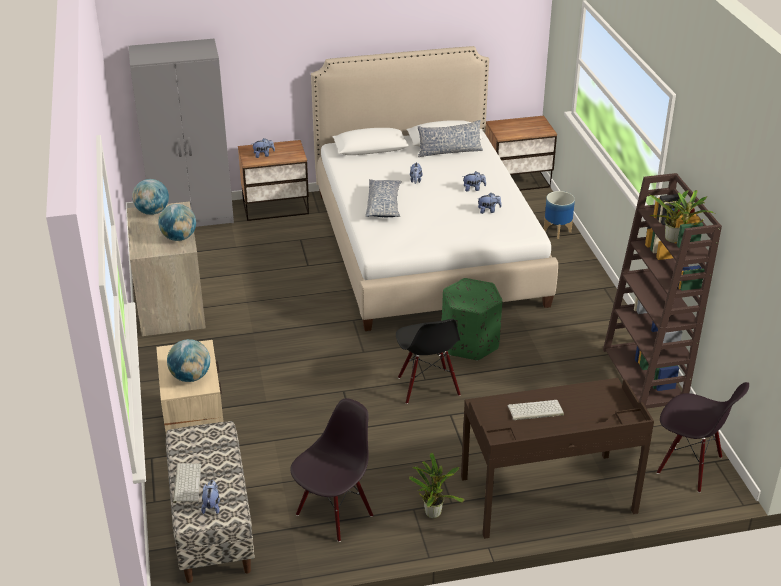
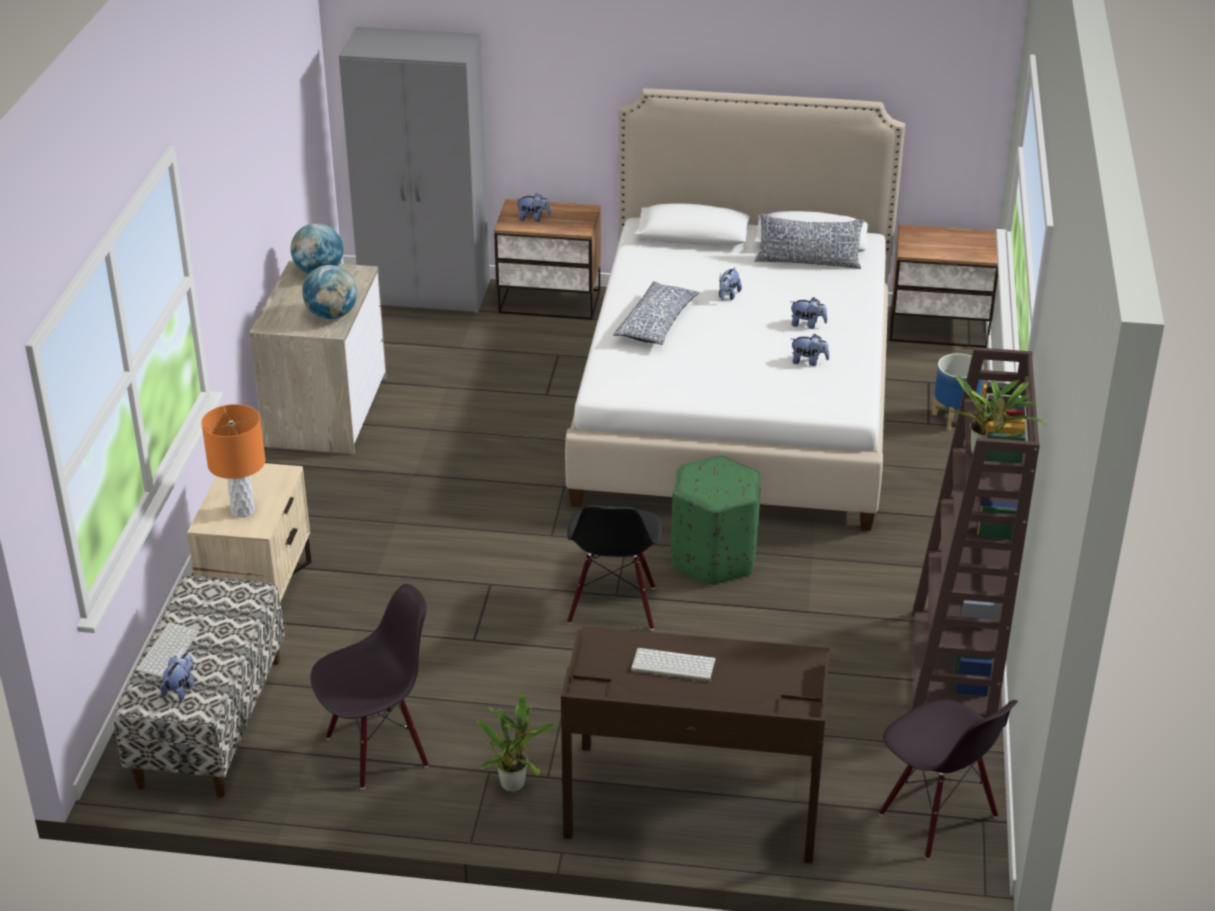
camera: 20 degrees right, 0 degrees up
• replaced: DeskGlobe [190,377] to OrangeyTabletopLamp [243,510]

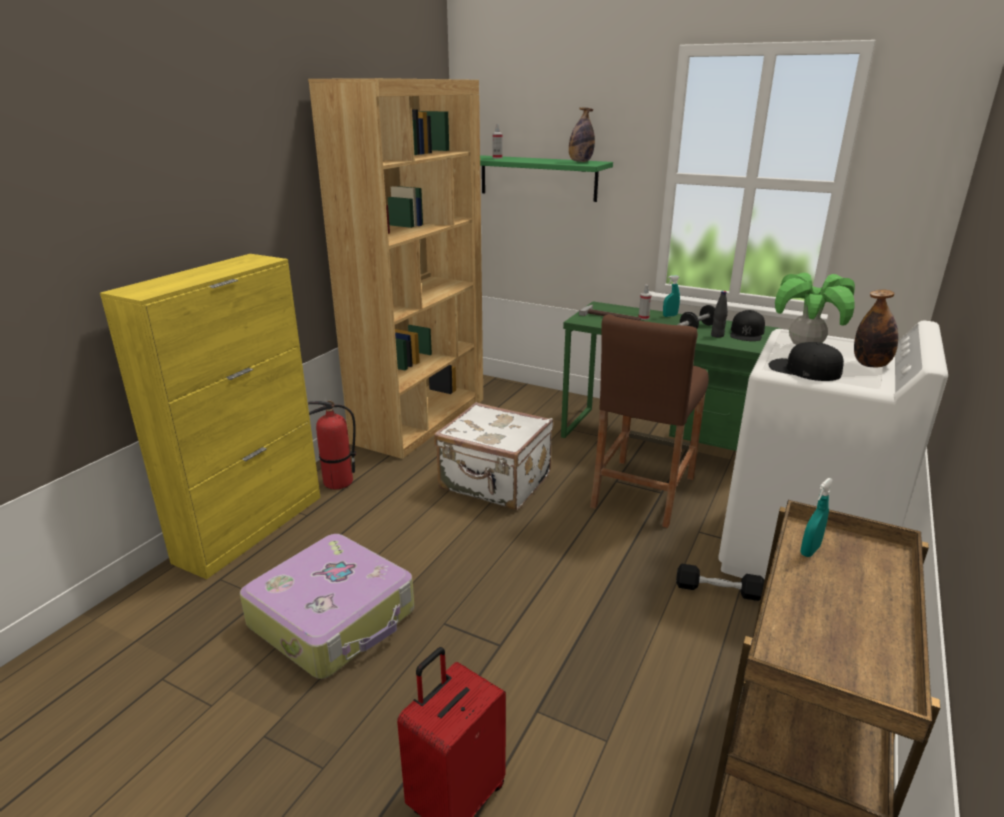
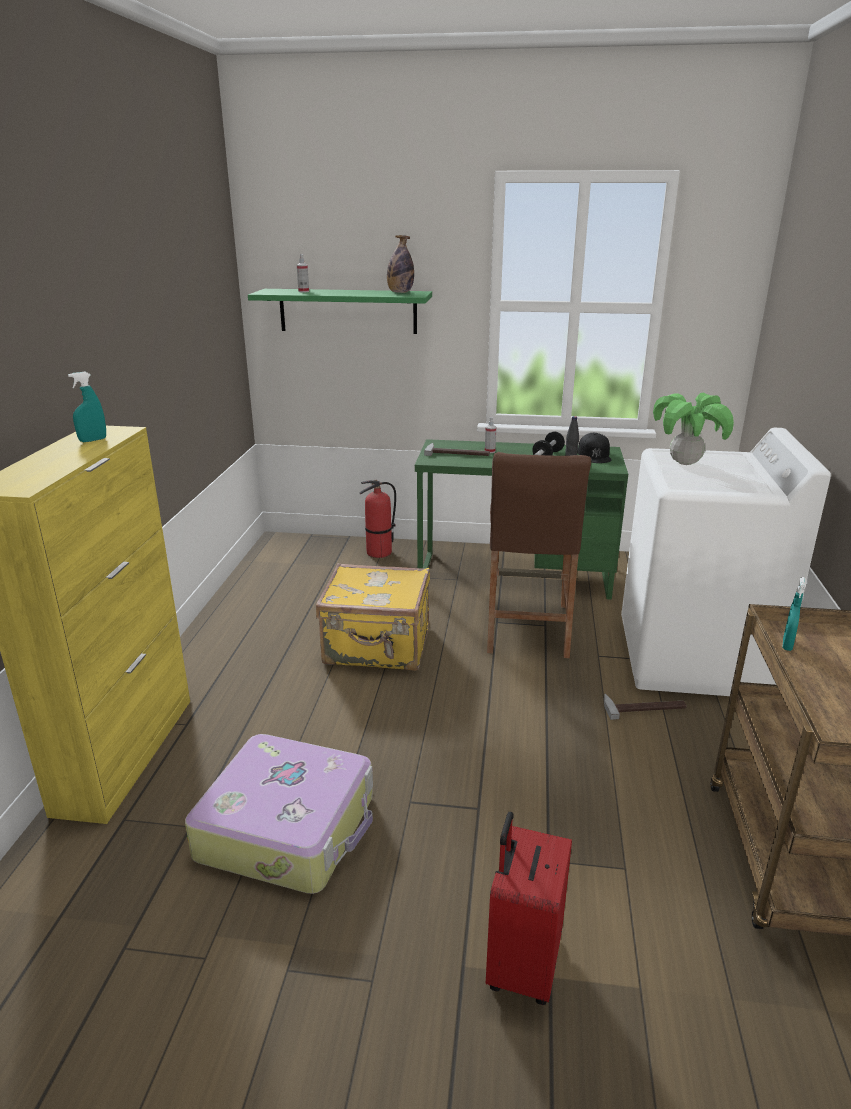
camera: 20 degrees left, 0 degrees up
• removed: BrownBookcase [420,420]
• moved: FireFightingCylinder [338,482] to [379,553]
• recoloured: WhiteColouredPieceOfLuggage [495,483] to YellowPieceOfLuggage [377,647]
• moved: TurquoiseColouredSprayer [670,316] to [93,440]
• replaced: BlackColouredHandWeight [718,590] to Hammer [644,706]
• removed: BlackColouredPeakedCap [804,370]
• removed: DrinkBottle [870,365]

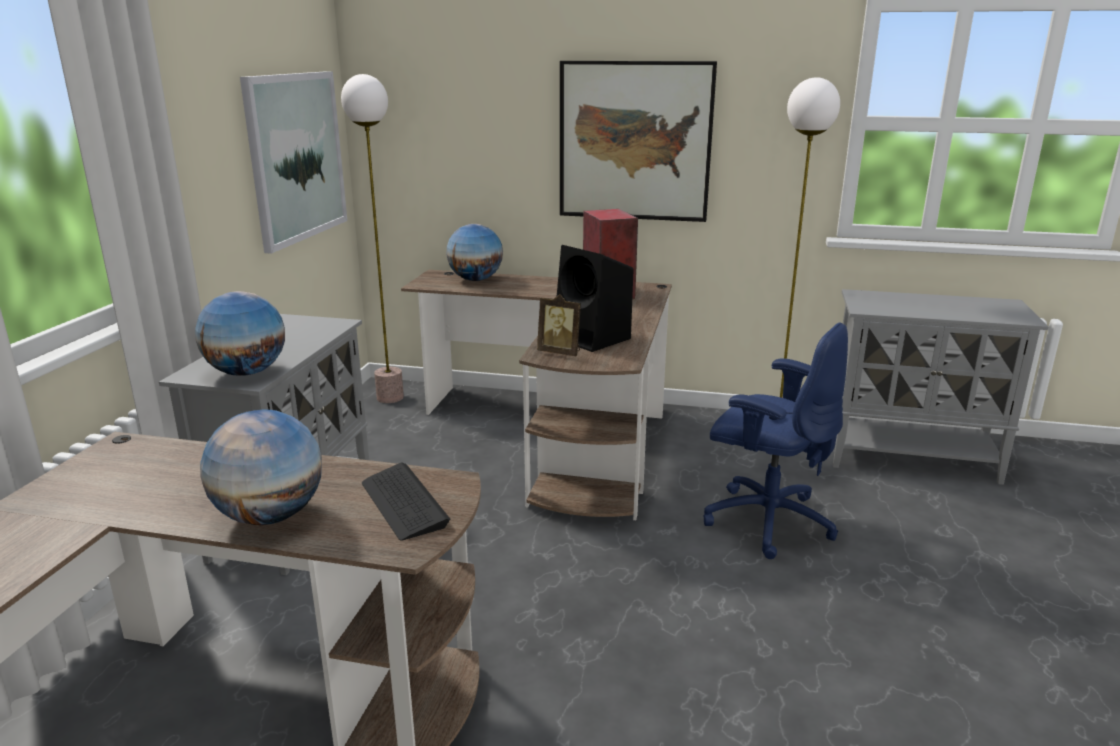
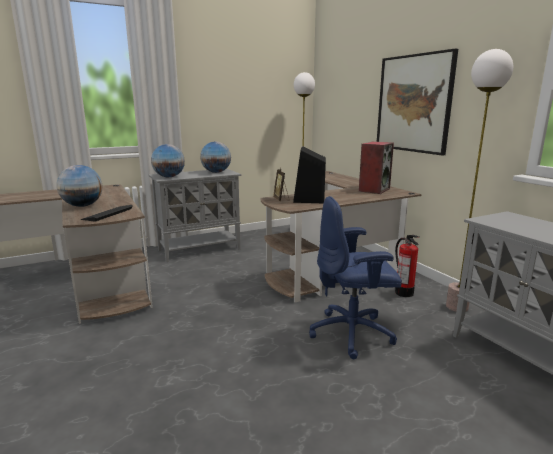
camera: 50 degrees right, 5 degrees down
• removed: Picture [296,157]
• moved: DeskGlobe [475,280] to [216,172]
• turned: BlueComputerChair [766,520] = [353,333] 90 degrees clockwise
• added: FireFightingCylinder [404,292]

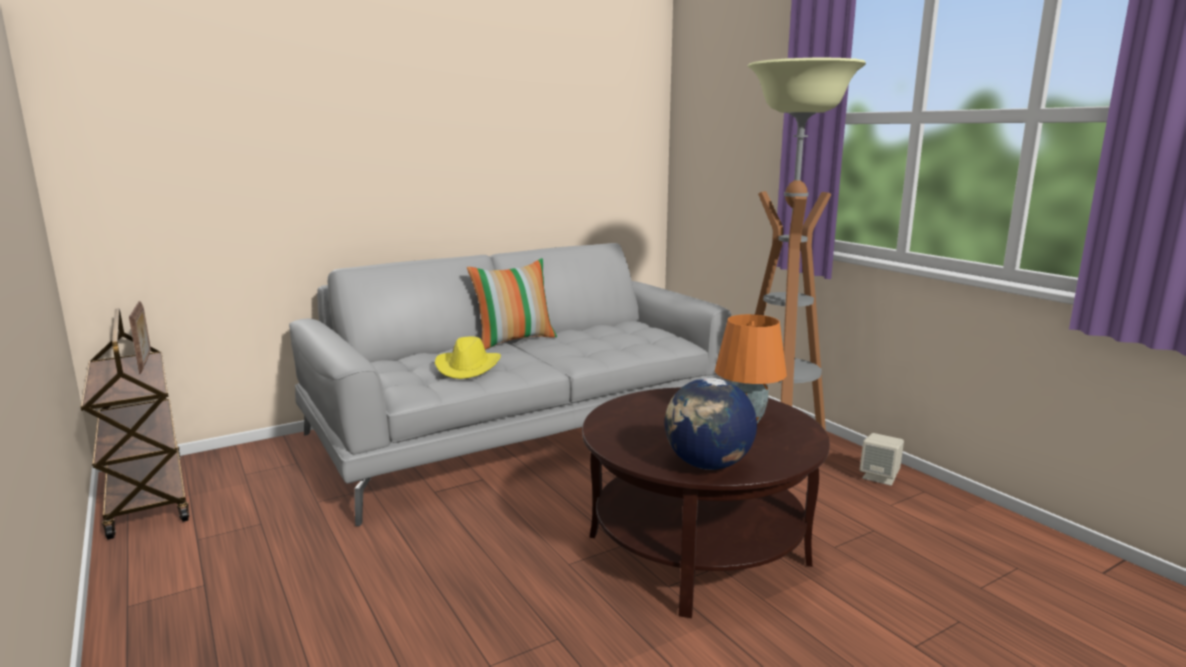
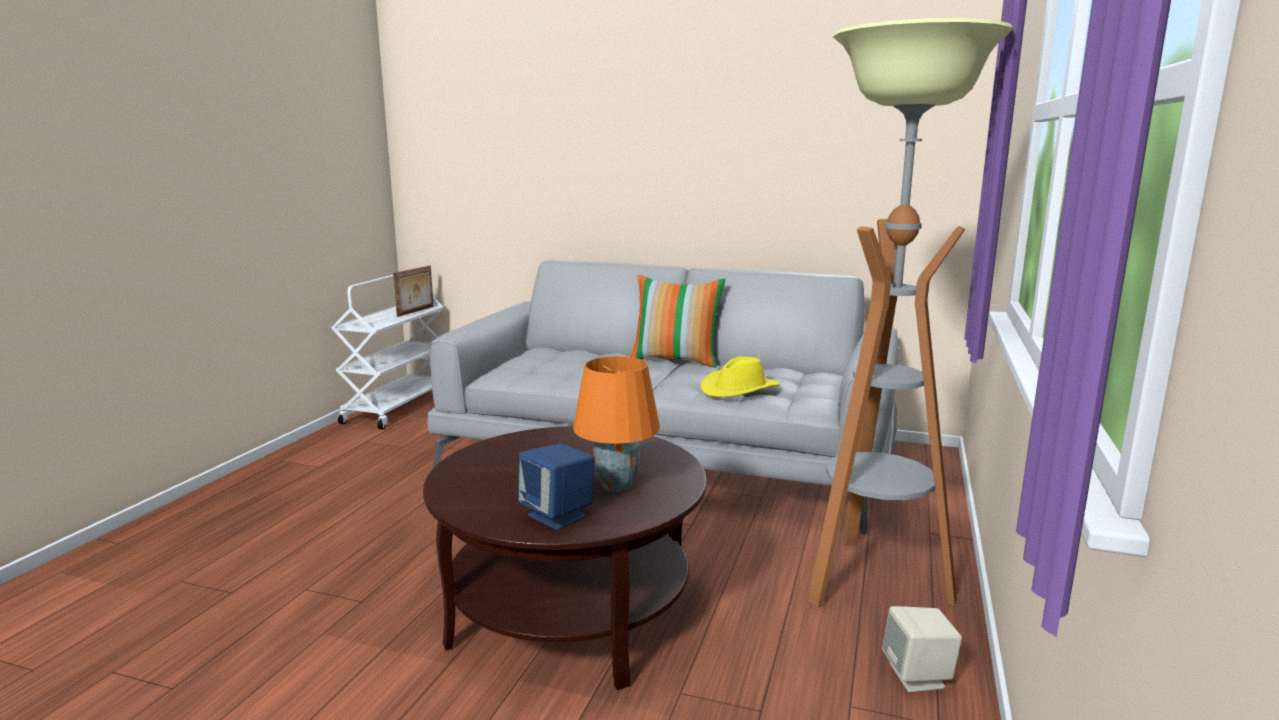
camera: 50 degrees right, 0 degrees up
• recoloured: BrownCart [145,495] to WhiteColouredCart [397,407]
• moved: YellowWearableHat [468,367] to [739,389]
• removed: DeskGlobe [708,465]
• added: BlueLoudspeaker [558,515]

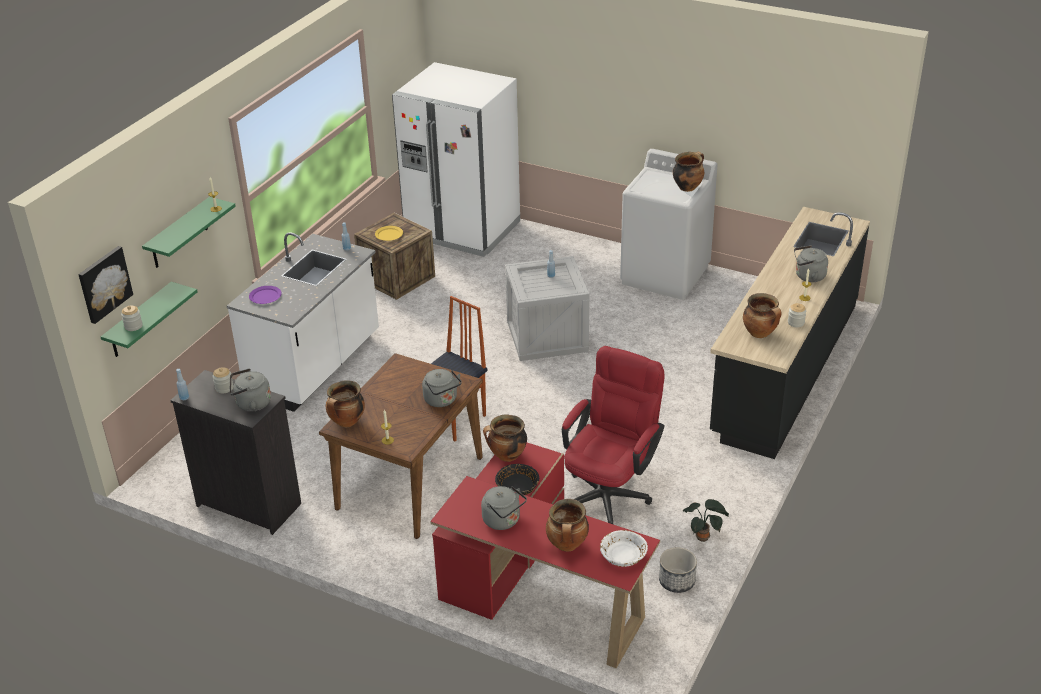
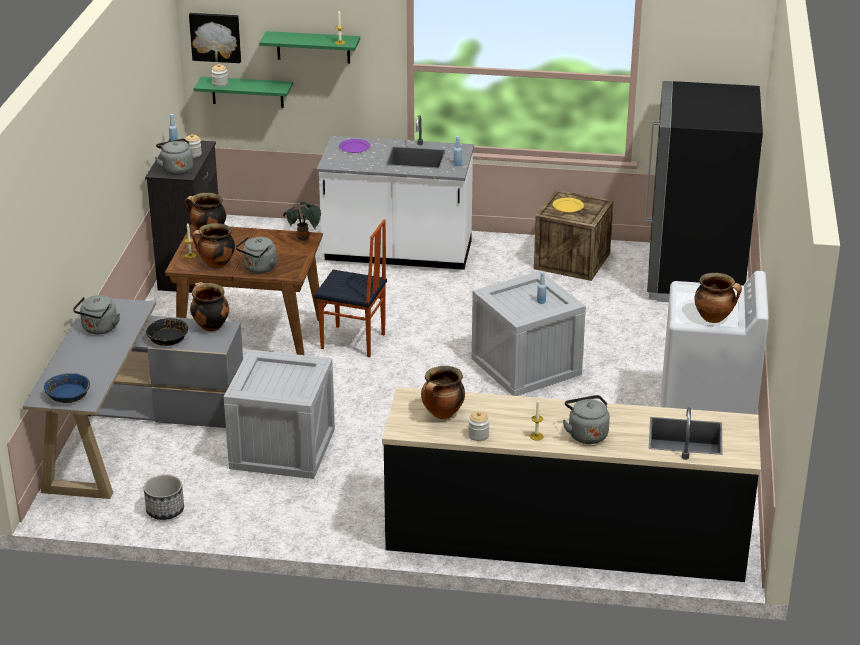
camera: 70 degrees right, 5 degrees down
• recoloured: WhiteColouredFridge [462,230] to BlackColouredFridge [694,277]
• recoloured: RedDesk [536,588] to GreyishDesk [131,432]
• moved: CookingPot [567,545] to [216,264]
• replaced: RedComputerChair [610,491] to Crate [283,449]
• recoloured: WhiteColouredServingBowl [623,555] to BlueServingBowl [68,395]
• moved: PlantInAPot [704,537] to [304,239]

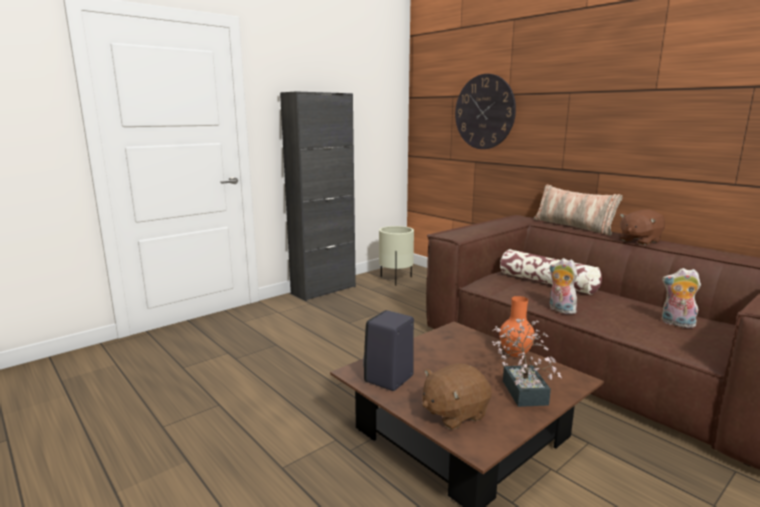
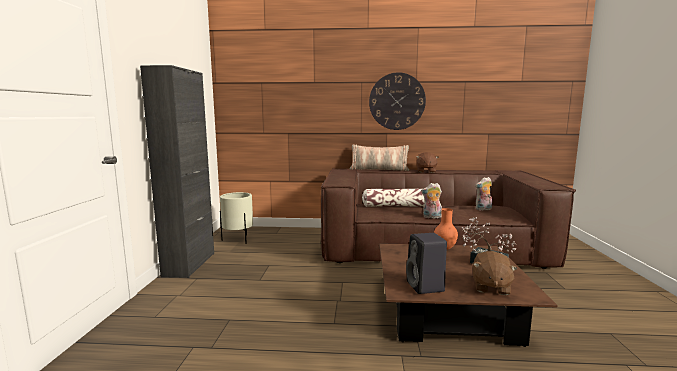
camera: 45 degrees left, 5 degrees down
• moved: HangingClock [484,112] to [397,101]

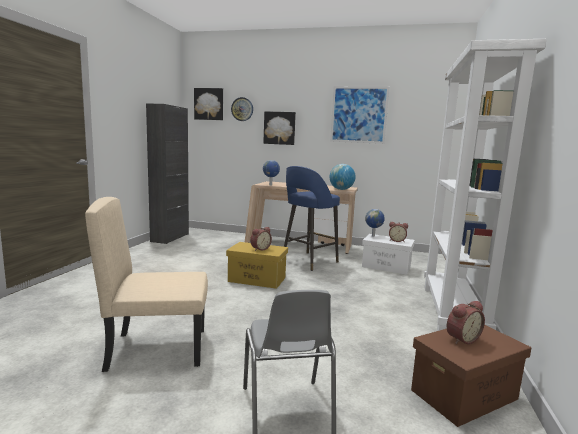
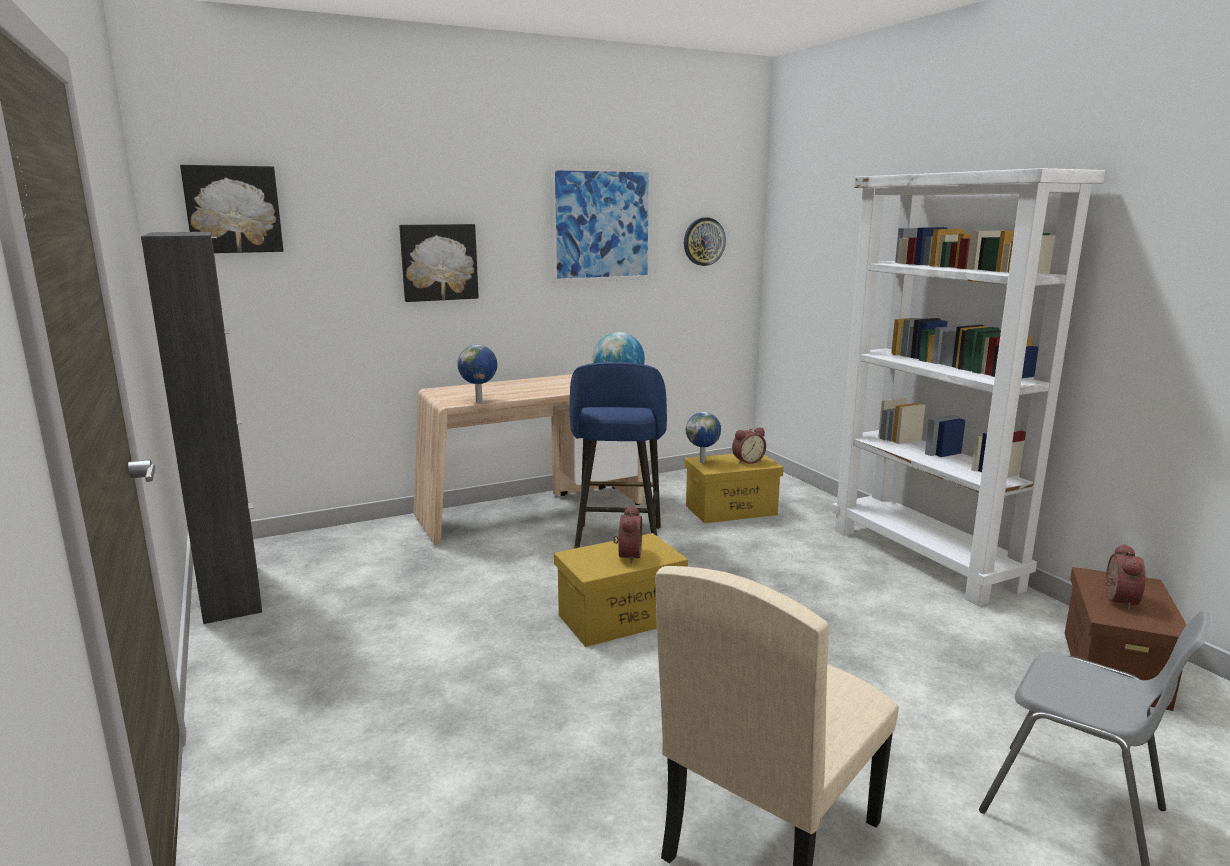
camera: 40 degrees left, 5 degrees up
• moved: HangingClock [242,109] to [704,241]
• recoloured: WhiteColouredStorageContainer [386,266] to YellowStorageContainer [731,509]

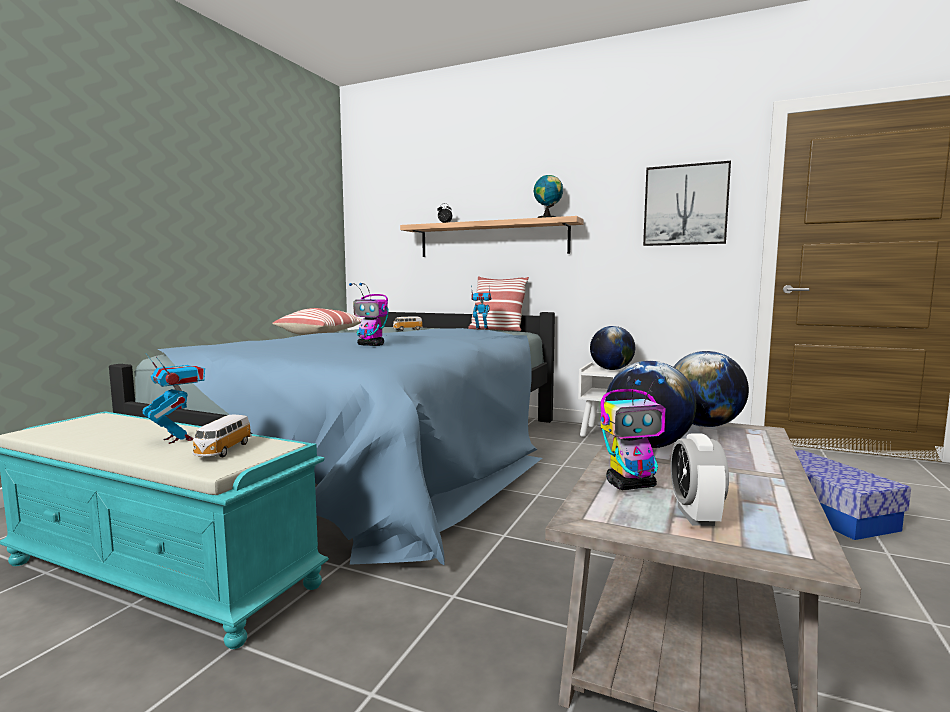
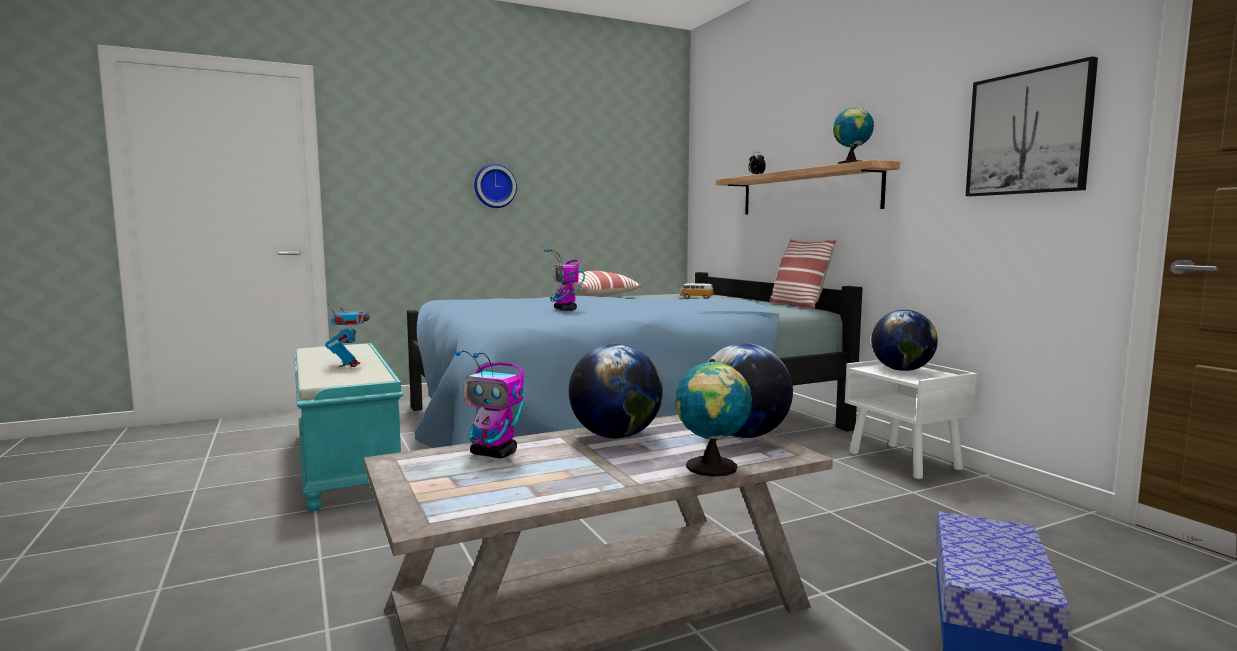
camera: 40 degrees right, 0 degrees up
• removed: MiniatureCar [222,450]
• removed: ToyRobot [481,329]
• removed: AlarmClock [695,515]
• added: HangingClock [494,186]
• added: DeskGlobe [712,468]

